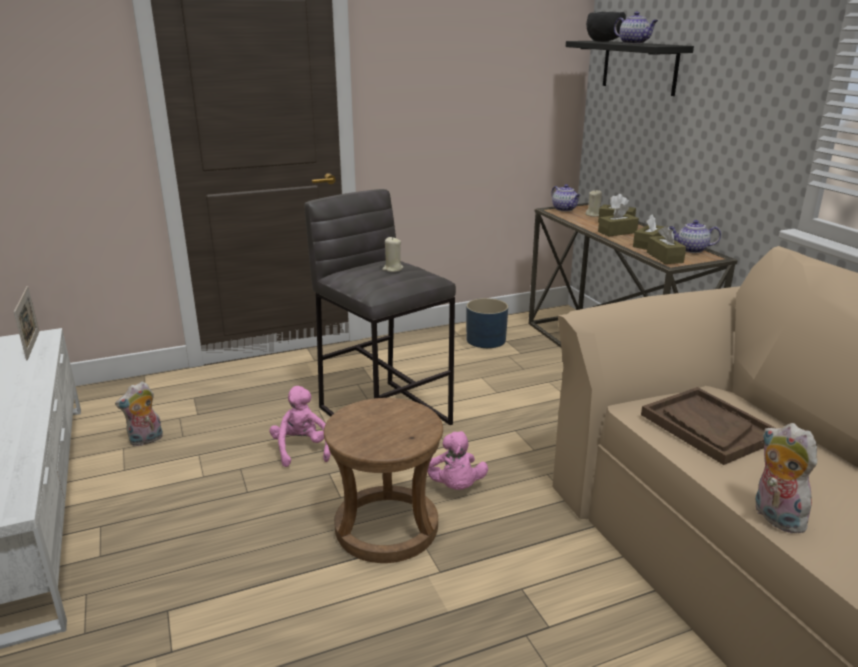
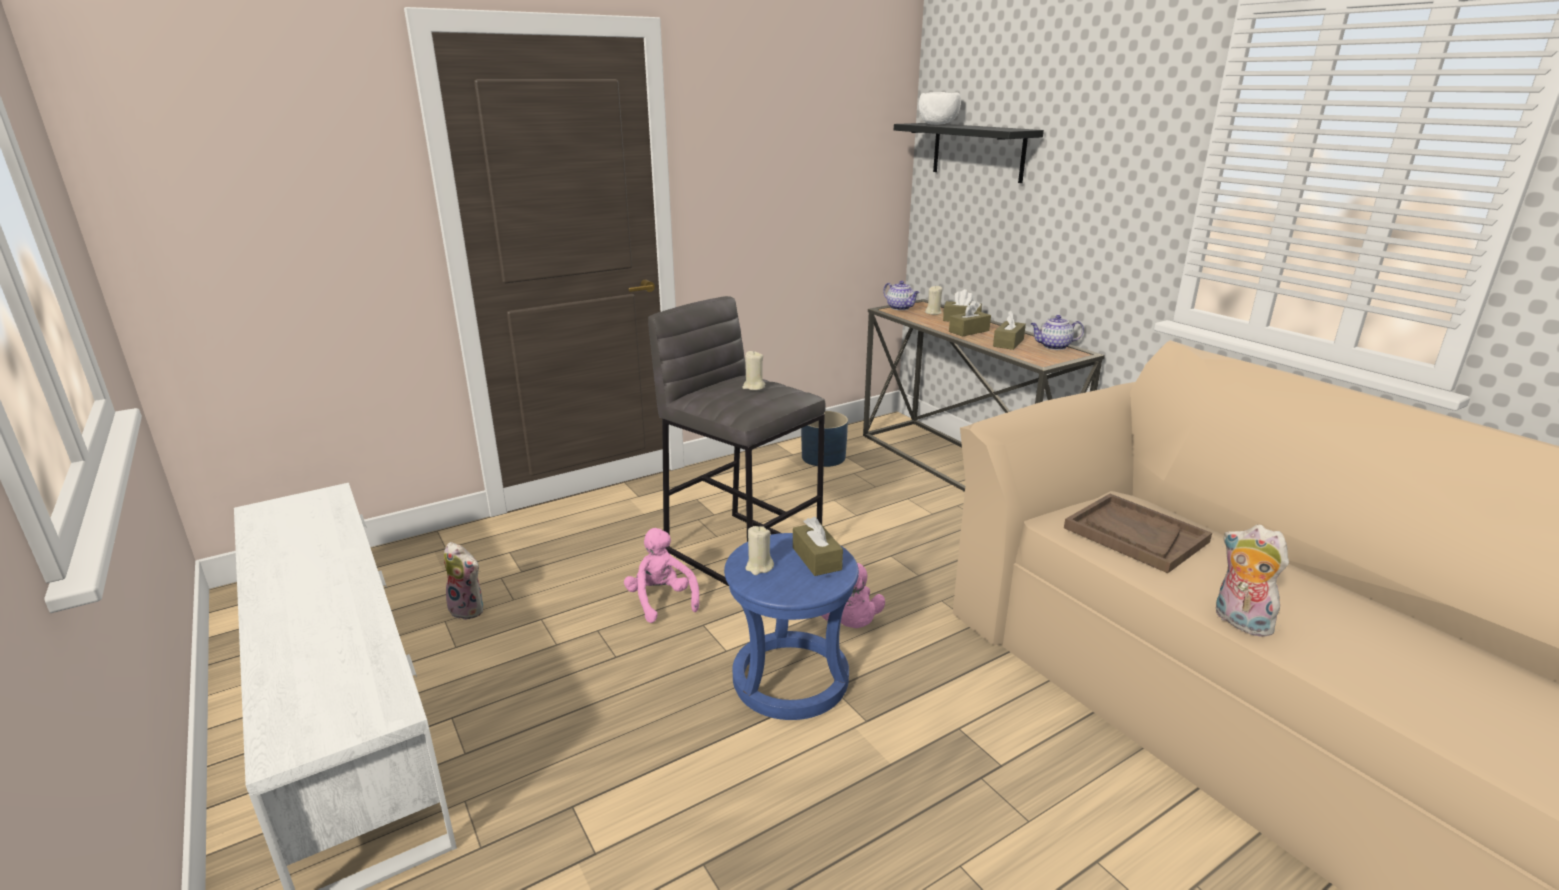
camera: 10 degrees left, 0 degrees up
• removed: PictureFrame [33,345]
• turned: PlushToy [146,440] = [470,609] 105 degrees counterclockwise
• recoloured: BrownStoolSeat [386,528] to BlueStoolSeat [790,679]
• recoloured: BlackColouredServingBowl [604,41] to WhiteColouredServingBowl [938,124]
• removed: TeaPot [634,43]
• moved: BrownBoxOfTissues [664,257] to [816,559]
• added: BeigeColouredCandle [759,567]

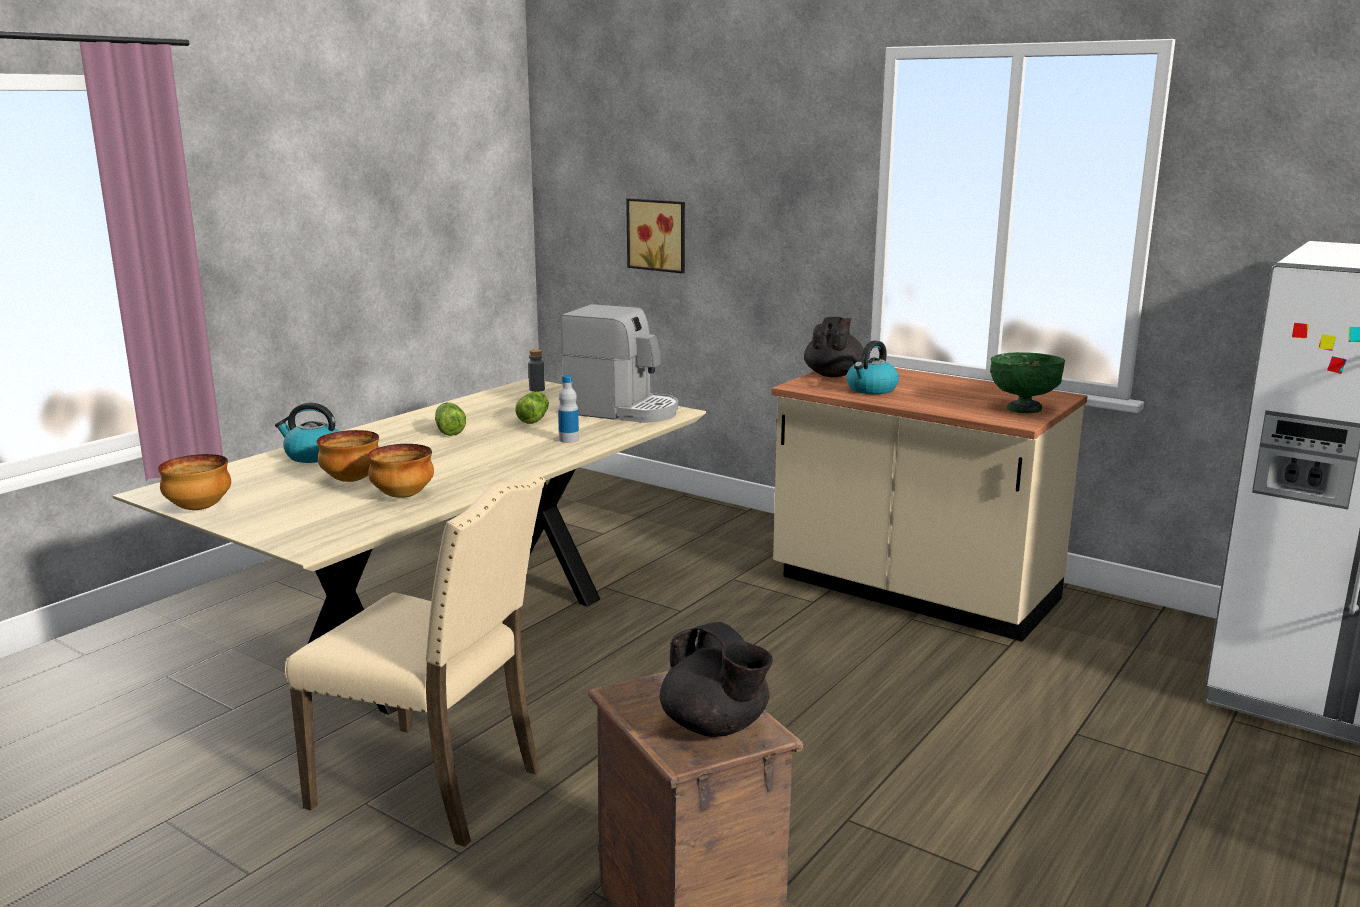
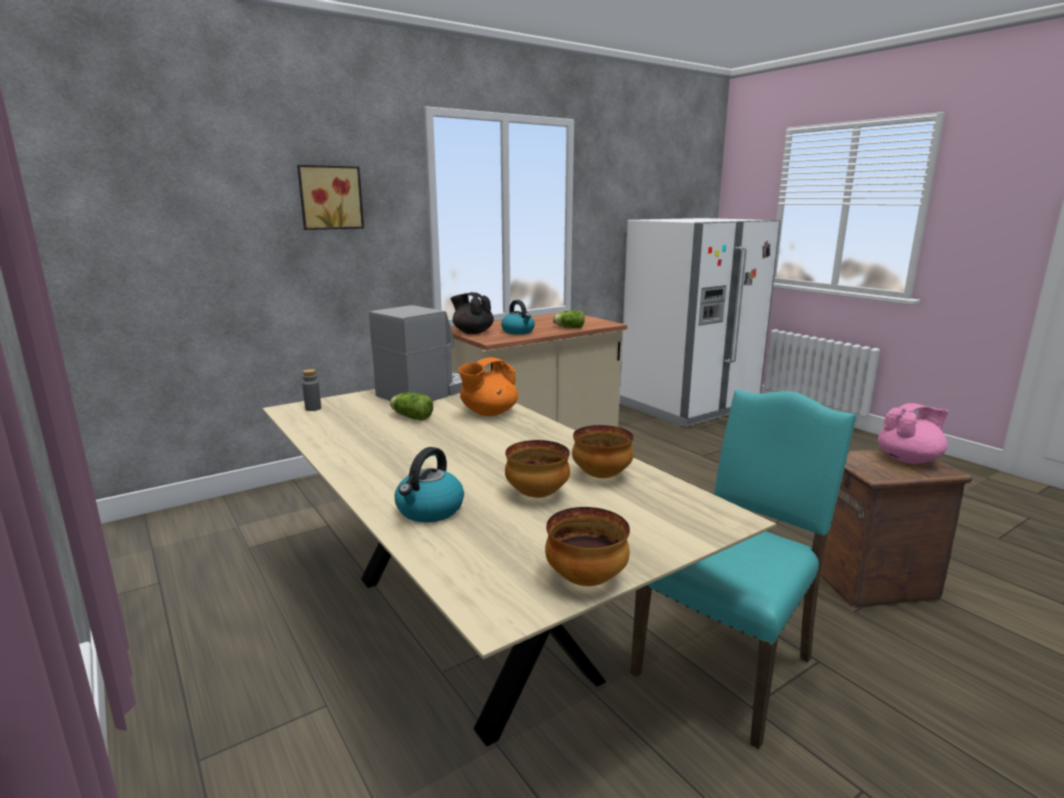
camera: 70 degrees left, 0 degrees up
• recoloured: BeigeColouredPlainChair [433,786] to TurquoiseColouredPlainChair [729,666]
• moved: Lettuce [450,430] to [568,327]
• replaced: DrinkBottle [569,440] to OrangeyTeaPot [488,413]
• moved: Picture [658,235] to [330,197]
• recoloured: BlackColouredTeaPot [715,727] to PinkishTeaPot [909,459]
• removed: GreenishServingBowl [1023,409]

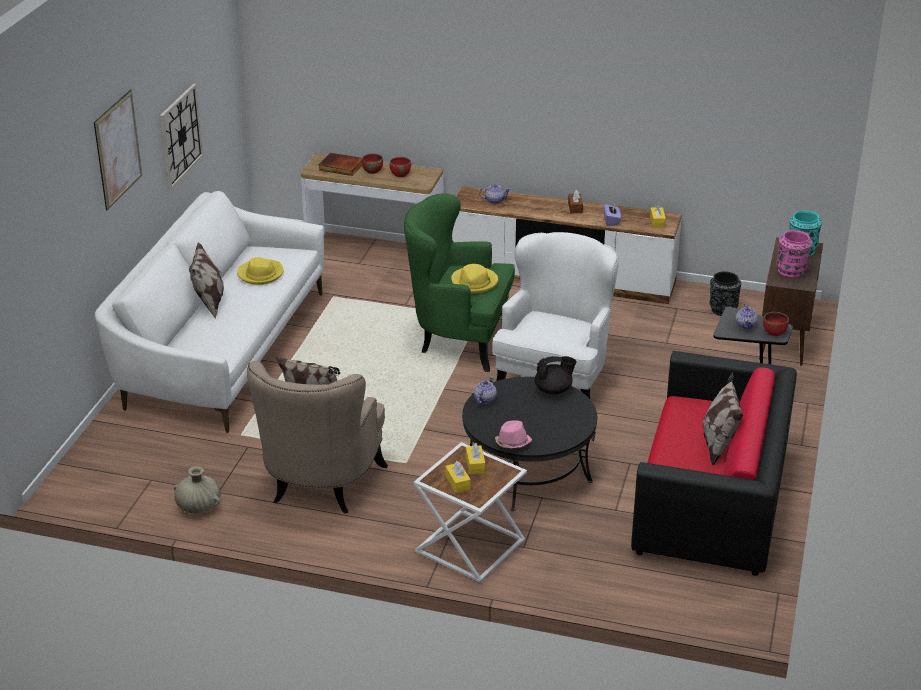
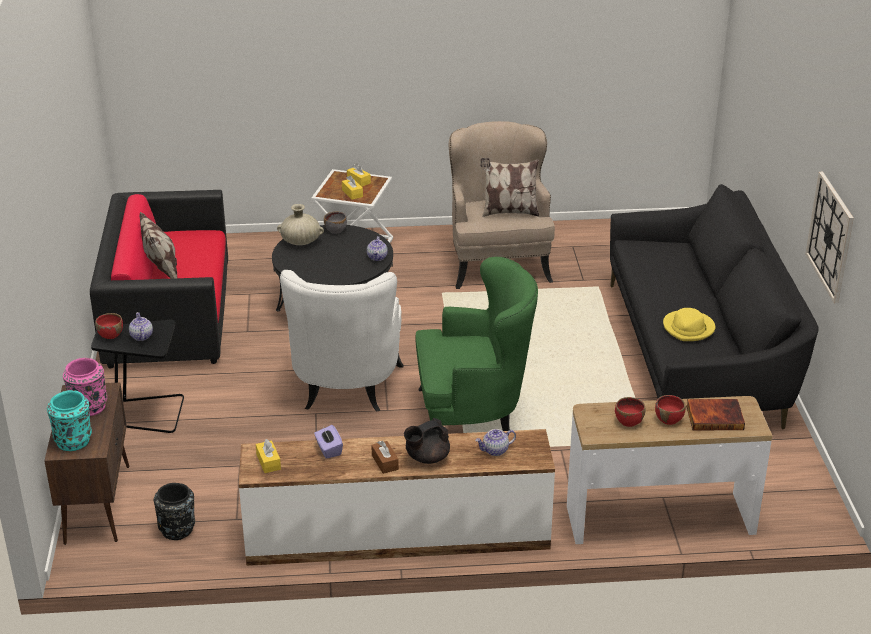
camera: 160 degrees right, 0 degrees up
• removed: Picture [118,149]
• recoloured: WhiteColouredSofa [222,350] to BlackColouredSofa [697,355]
• moved: BeigeColouredDecorativeVase [198,506] to [301,242]
• removed: Pillow [209,304]
• removed: YellowWearableHat [475,282]
• replaced: PinkishWearableHat [512,443] to GreyishServingBowl [336,230]
• moved: BlackColouredTeaPot [554,390] to [426,458]

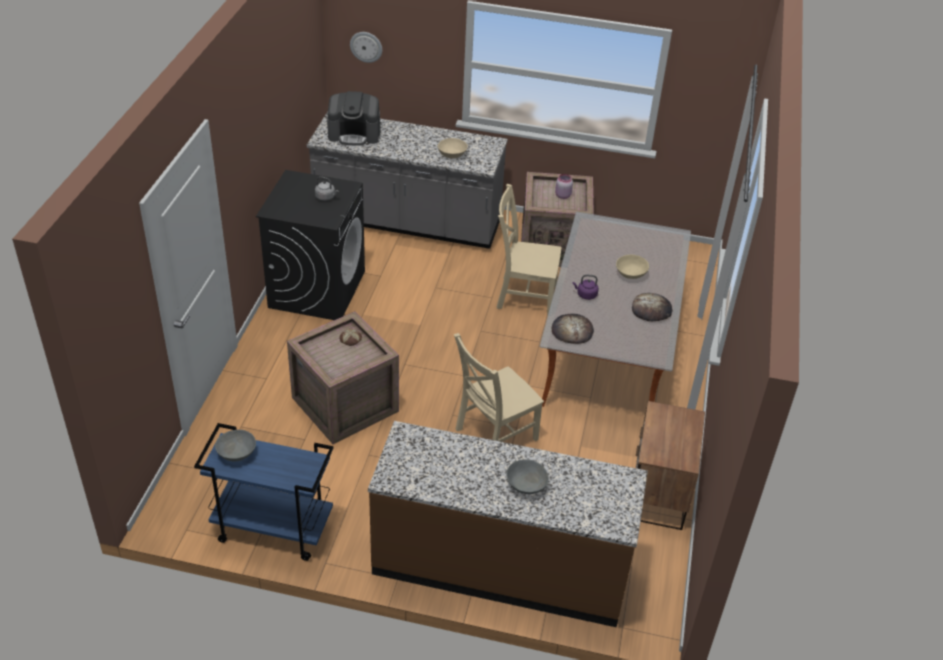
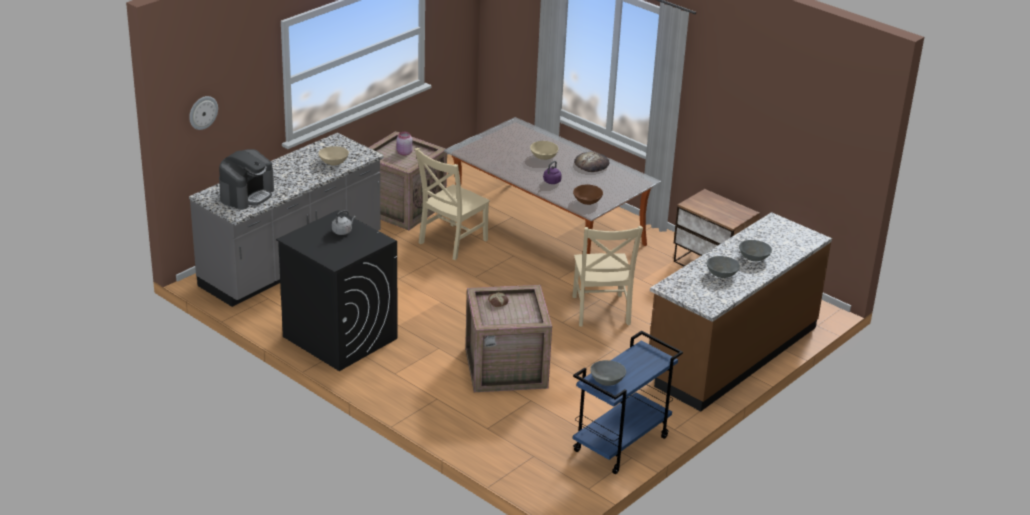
camera: 60 degrees left, 10 degrees down
• replaced: Bread [572,331] to BrownServingBowl [587,201]
• added: GreyishServingBowl [721,274]

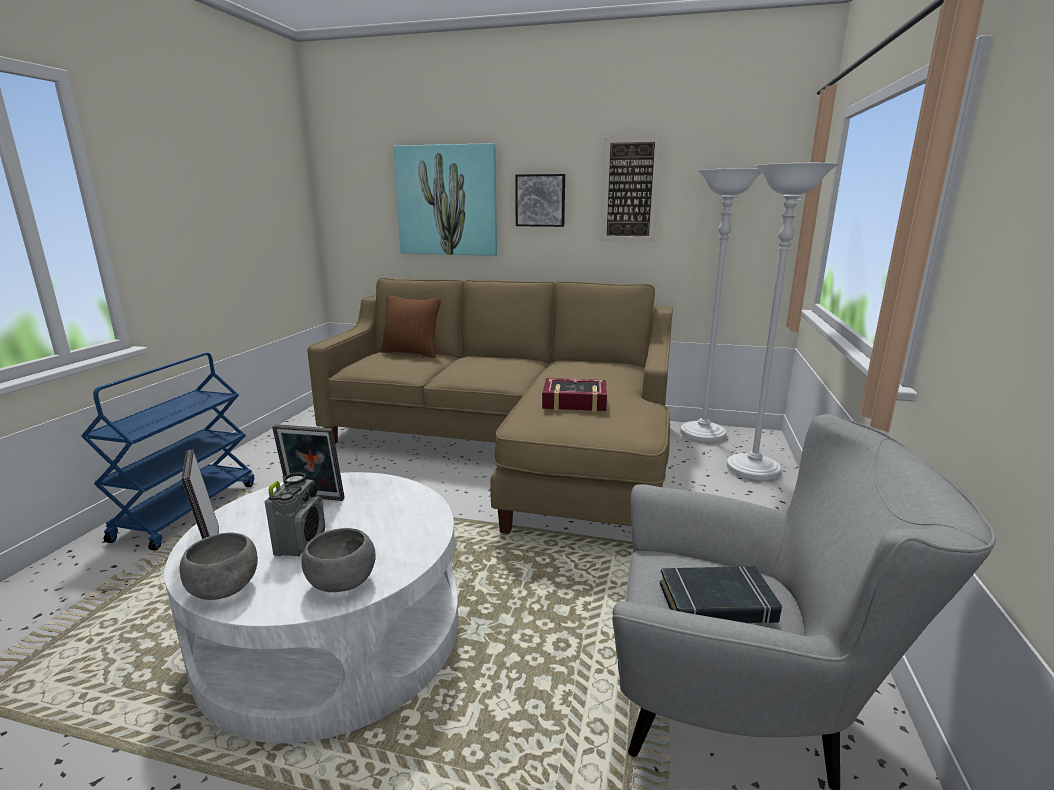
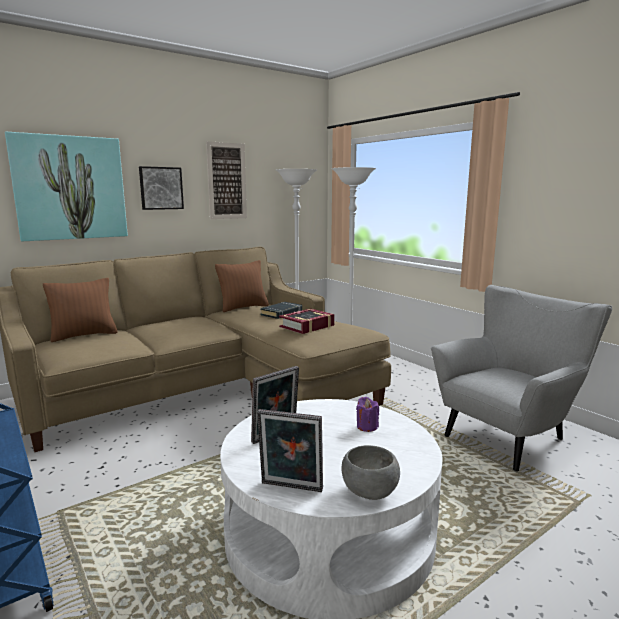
camera: 50 degrees left, 5 degrees down
• removed: RadioReceiver [301,542]
• removed: GreyishServingBowl [342,583]
• moved: BlackColouredVolume [717,603] to [282,313]
• added: BrownPillow [243,307]
• added: PurpleColouredCandle [367,426]

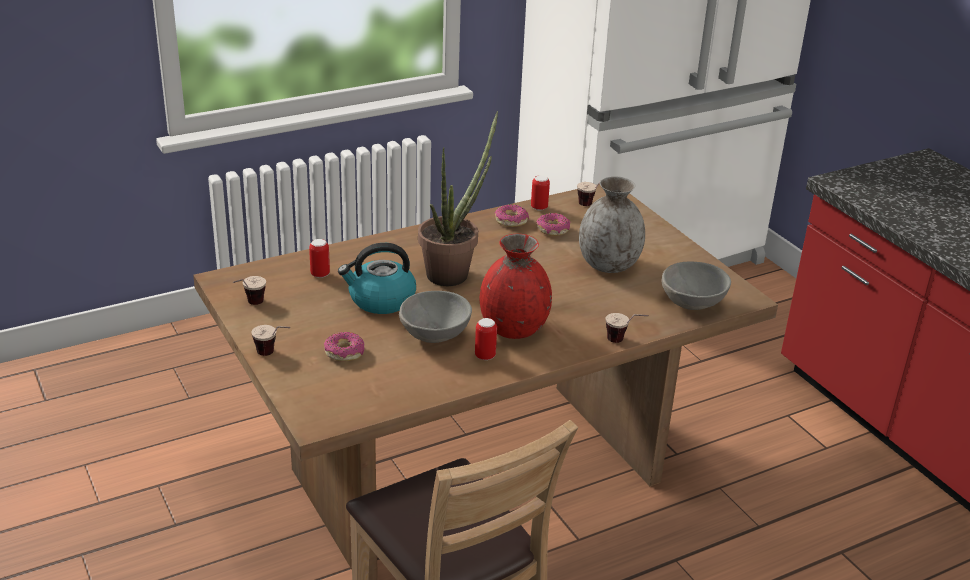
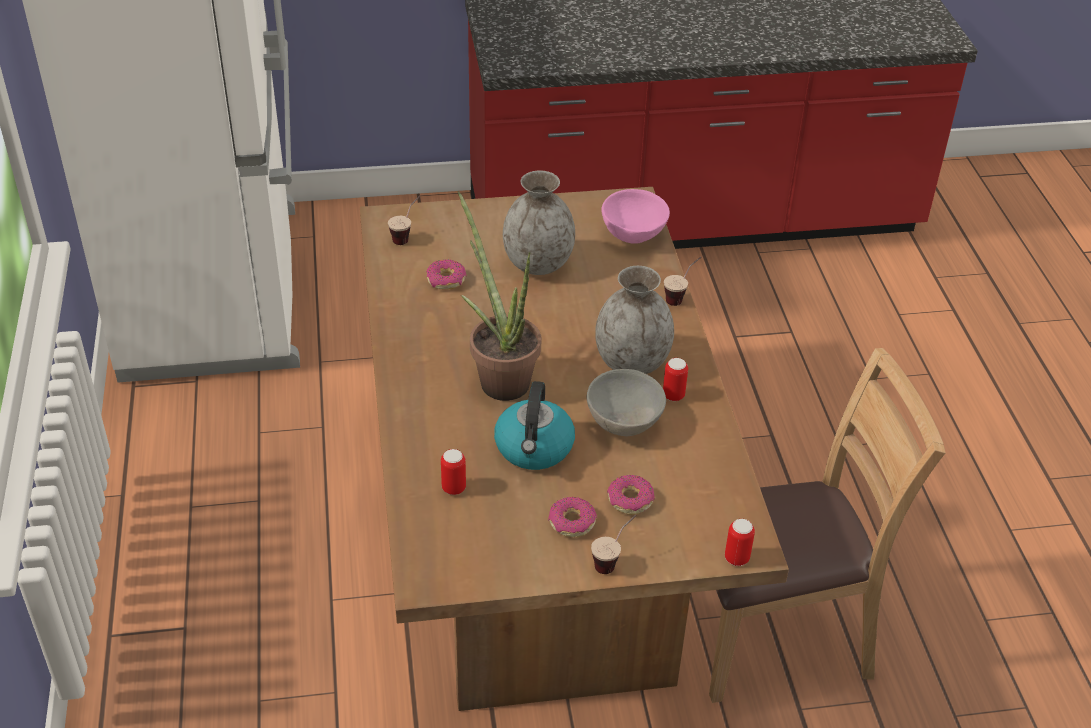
camera: 70 degrees left, 10 degrees up
• removed: DrinkingCup [249,305]
• recoloured: RedDecorativeVase [514,329] to GreyishDecorativeVase [632,363]
• moved: Doughnut [511,221] to [571,522]
• moved: Can [539,207] to [736,558]
• recoloured: GreyishServingBowl [693,305] to PinkishServingBowl [634,235]

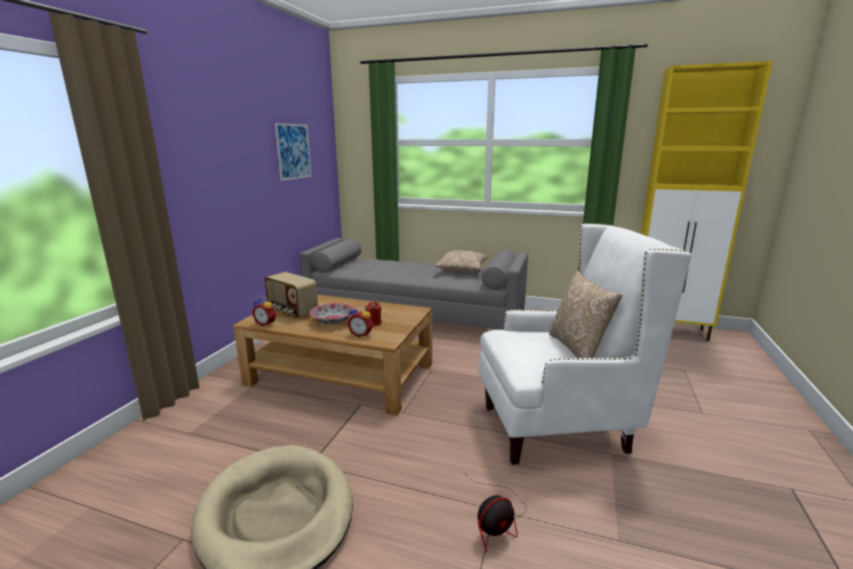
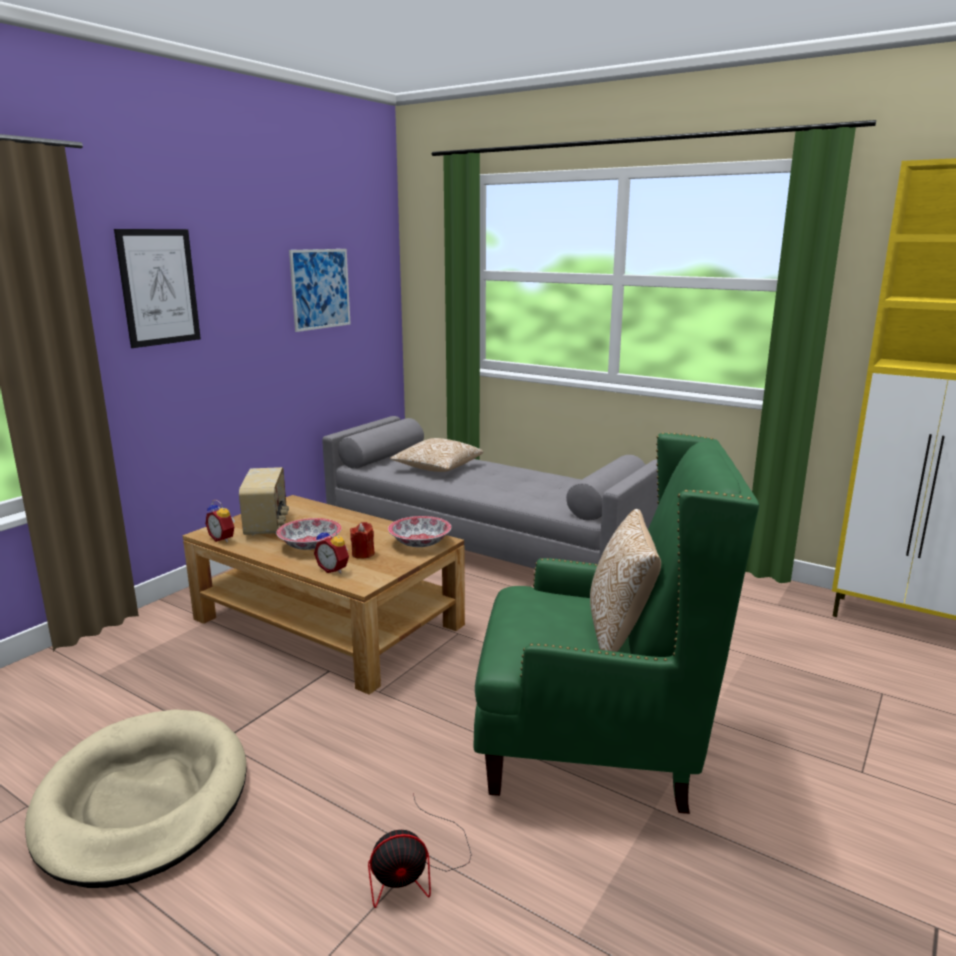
camera: 15 degrees right, 0 degrees up
• turned: RadioReceiver [292,312] = [267,525] 150 degrees counterclockwise
• moved: Pillow [461,270] to [437,468]
• recoloured: WhiteColouredLoungeChair [555,428] to GreenishLoungeChair [591,753]
• added: Picture [159,287]
• added: ServingBowl [420,543]

